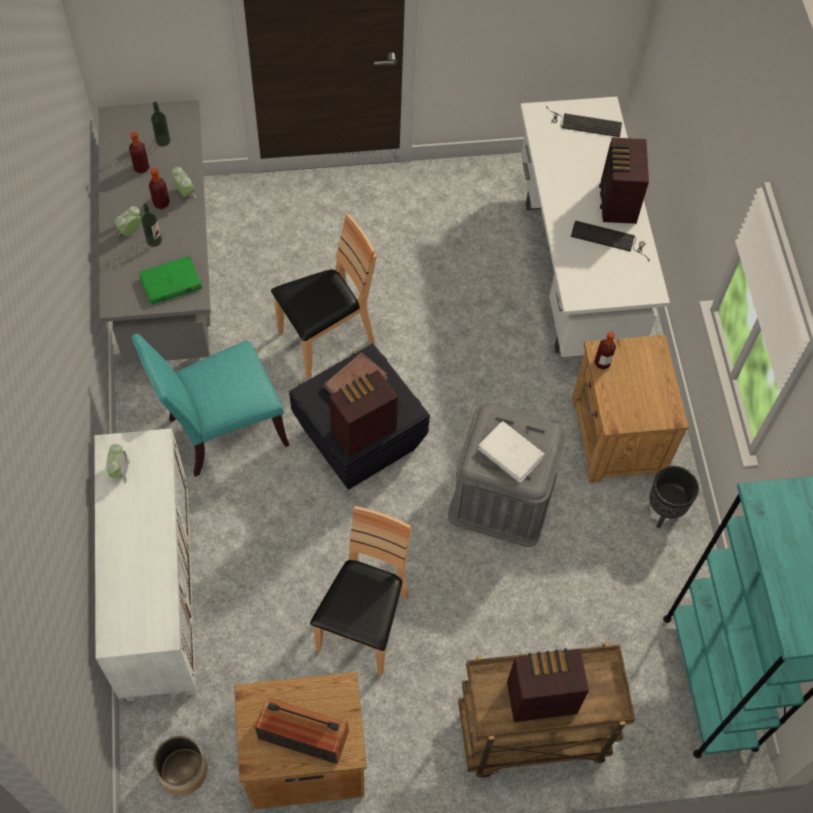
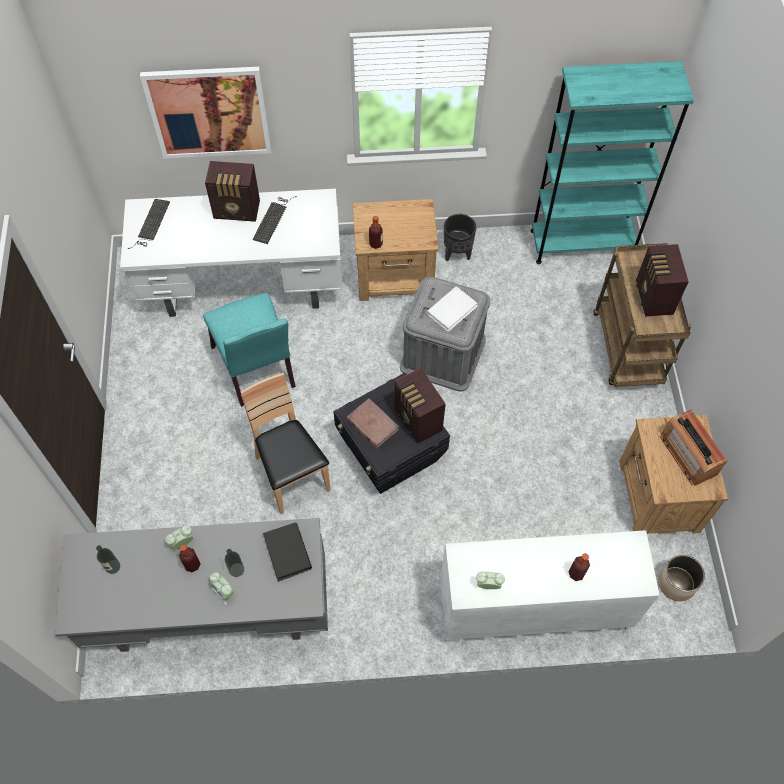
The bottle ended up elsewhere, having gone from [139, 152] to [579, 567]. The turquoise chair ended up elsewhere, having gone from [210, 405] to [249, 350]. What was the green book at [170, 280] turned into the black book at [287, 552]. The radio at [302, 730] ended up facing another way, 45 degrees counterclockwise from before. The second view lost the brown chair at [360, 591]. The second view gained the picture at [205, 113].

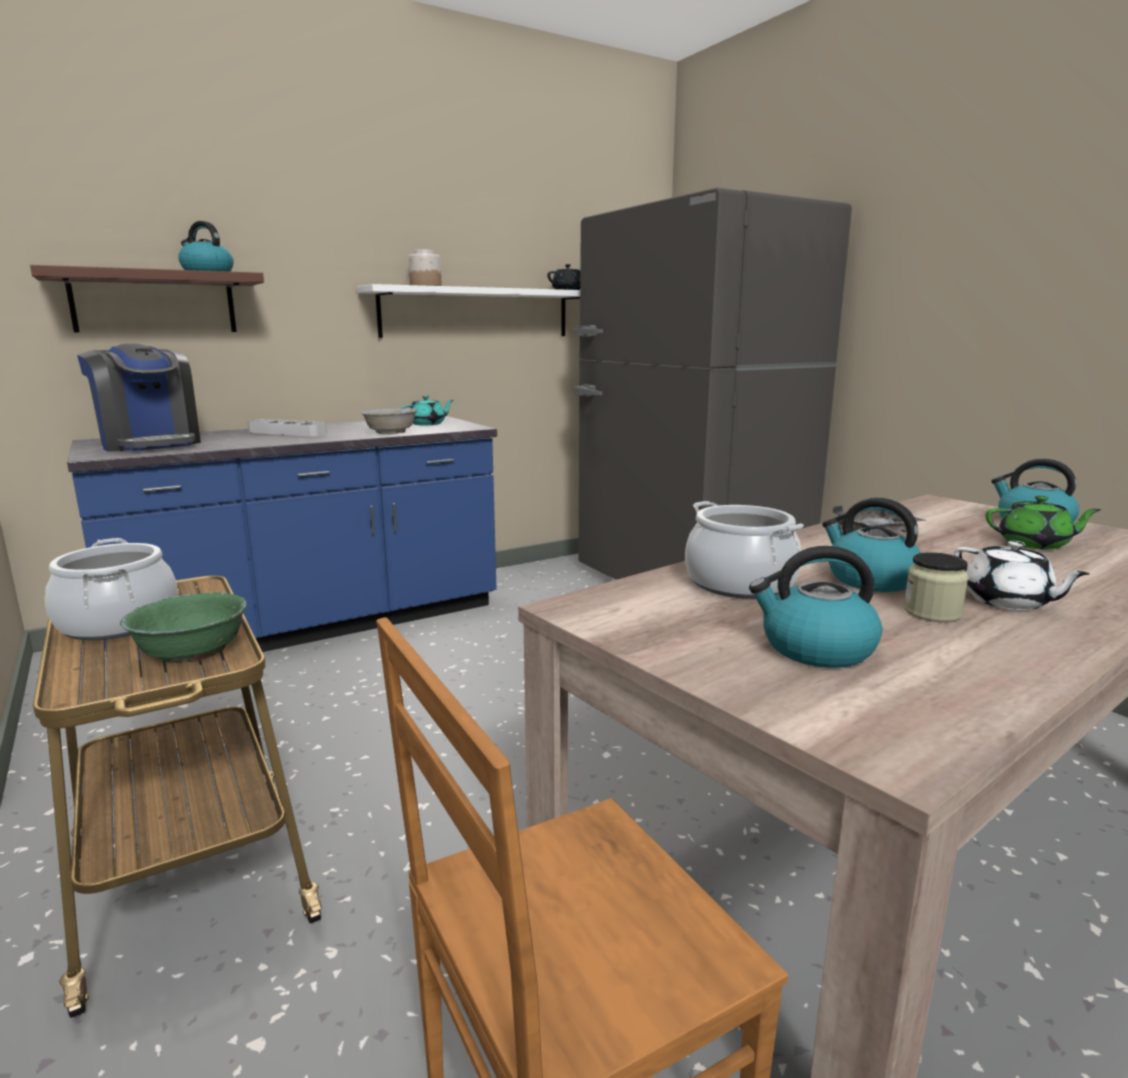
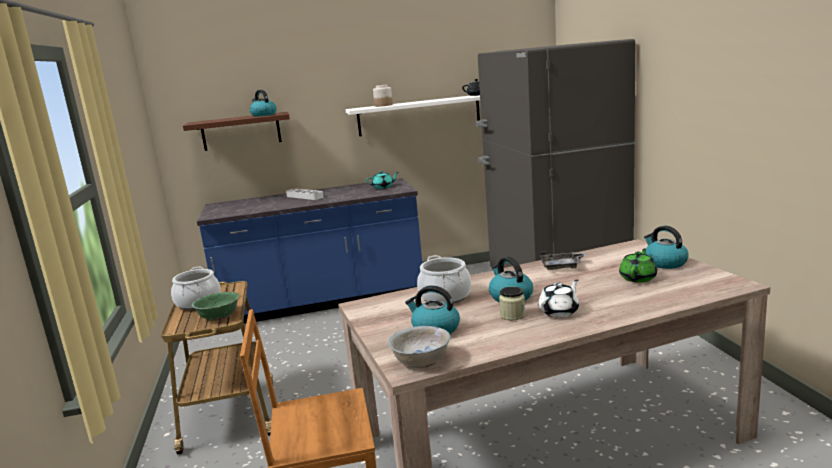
The second view lost the coffee machine at [139, 398]. The white bowl ended up elsewhere, having gone from [389, 421] to [419, 347]. The white teapot at [1022, 575] ended up facing another way, 120 degrees counterclockwise from before. The green teapot at [1043, 523] ended up facing another way, 90 degrees counterclockwise from before.

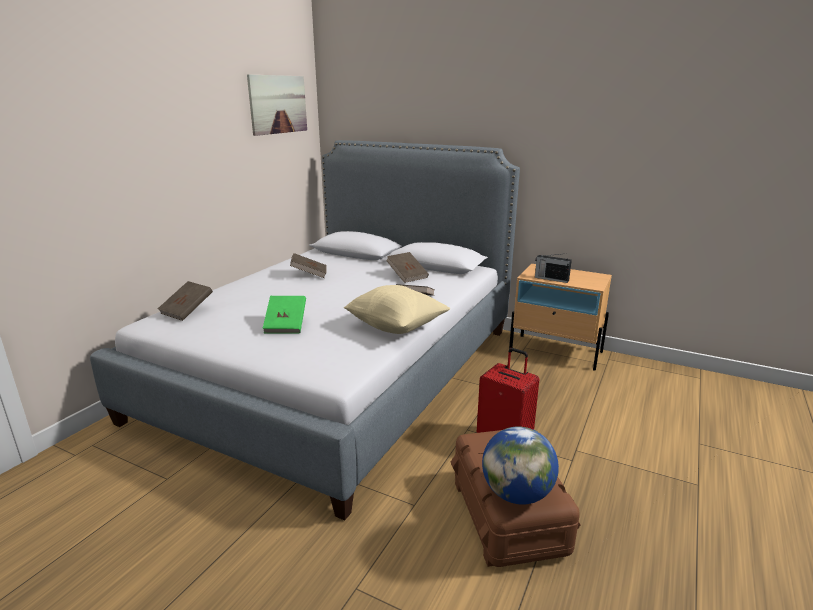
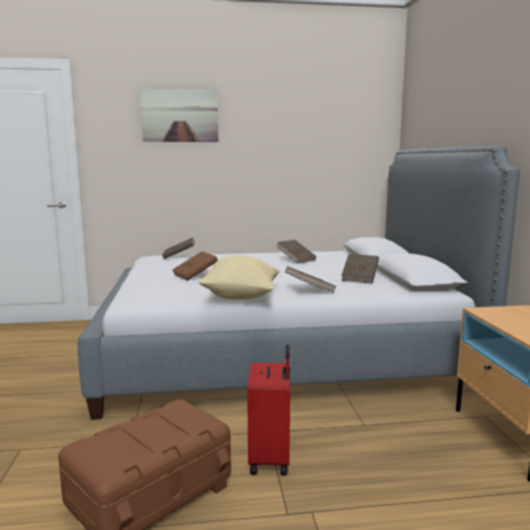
The picture ended up elsewhere, having gone from [277, 105] to [179, 115]. What was the green book at [284, 315] turned into the brown book at [195, 266]. The second view lost the globe at [520, 465]. The second view lost the radio at [553, 268].

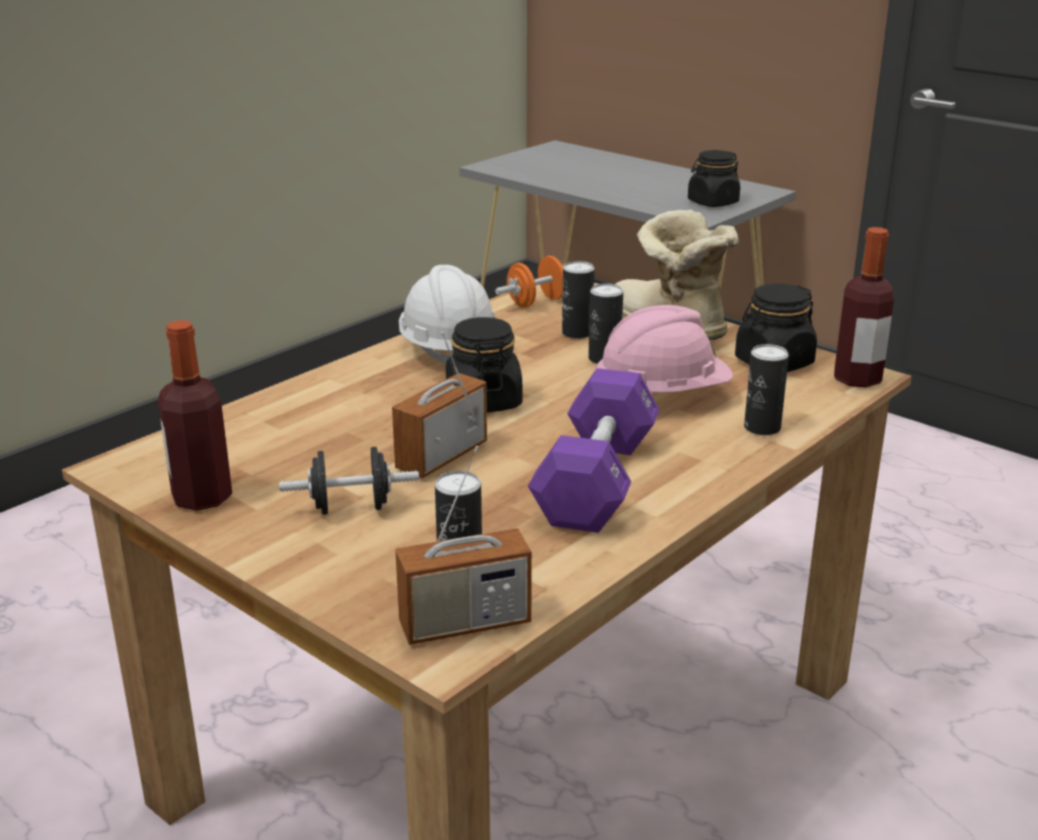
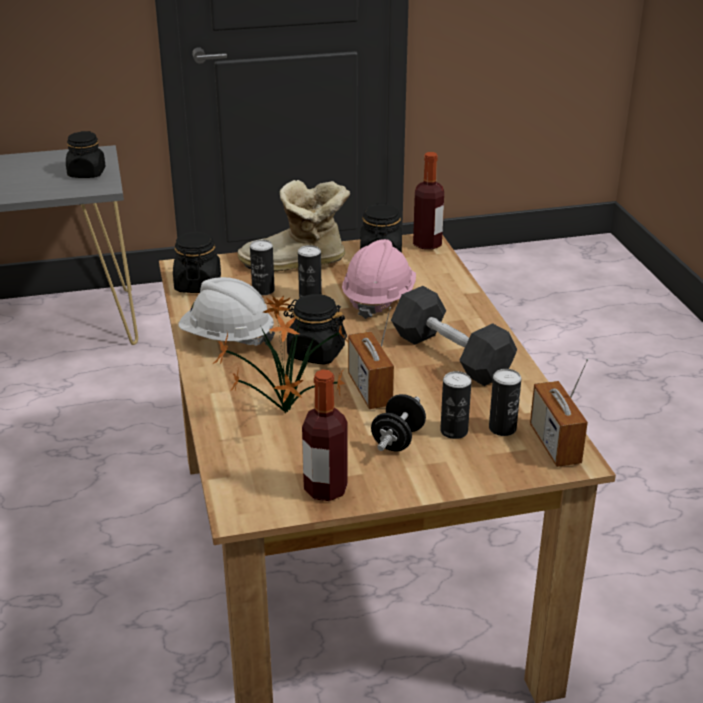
The radio at [463, 545] ended up facing another way, 150 degrees clockwise from before. Where the orange dumbbell stood at [529, 282], the black jar came to stand at [197, 262]. What was the purple dumbbell at [594, 450] turned into the black dumbbell at [454, 336]. The can ended up elsewhere, having gone from [766, 389] to [456, 405]. The second view gained the potted plant at [281, 354].

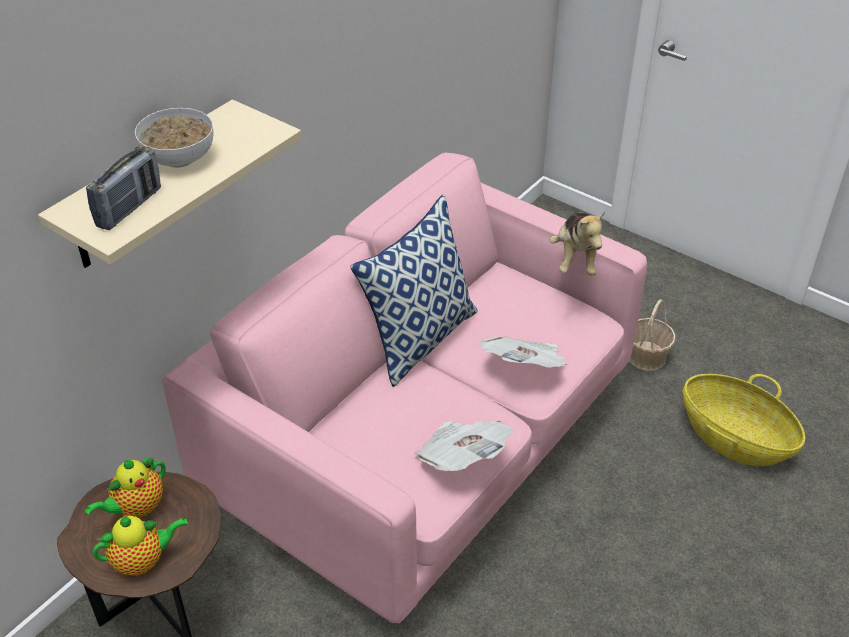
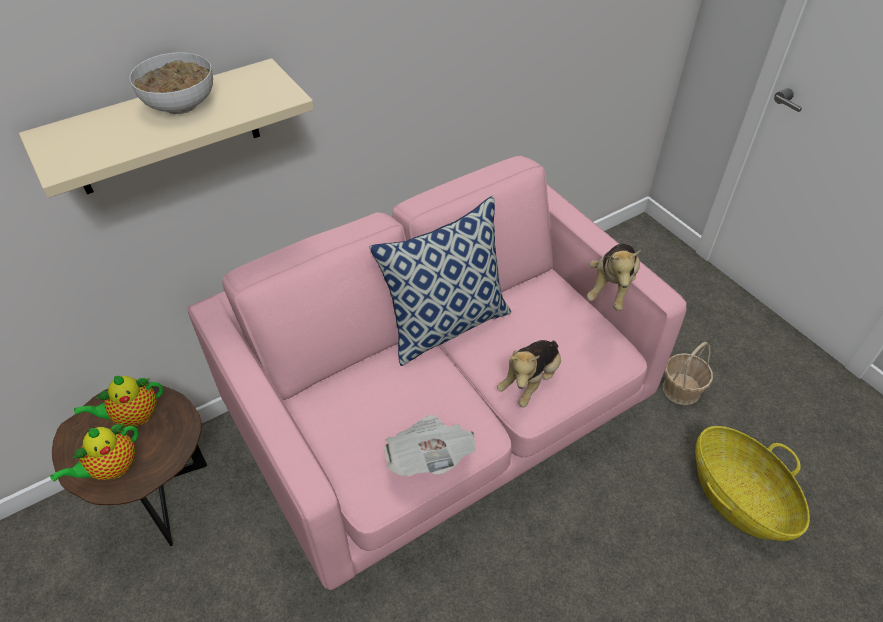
The second view lost the radio at [123, 188]. The teapot at [140, 545] ended up facing another way, 135 degrees clockwise from before. Where the newspaper stood at [523, 352], the plush toy came to stand at [529, 373].

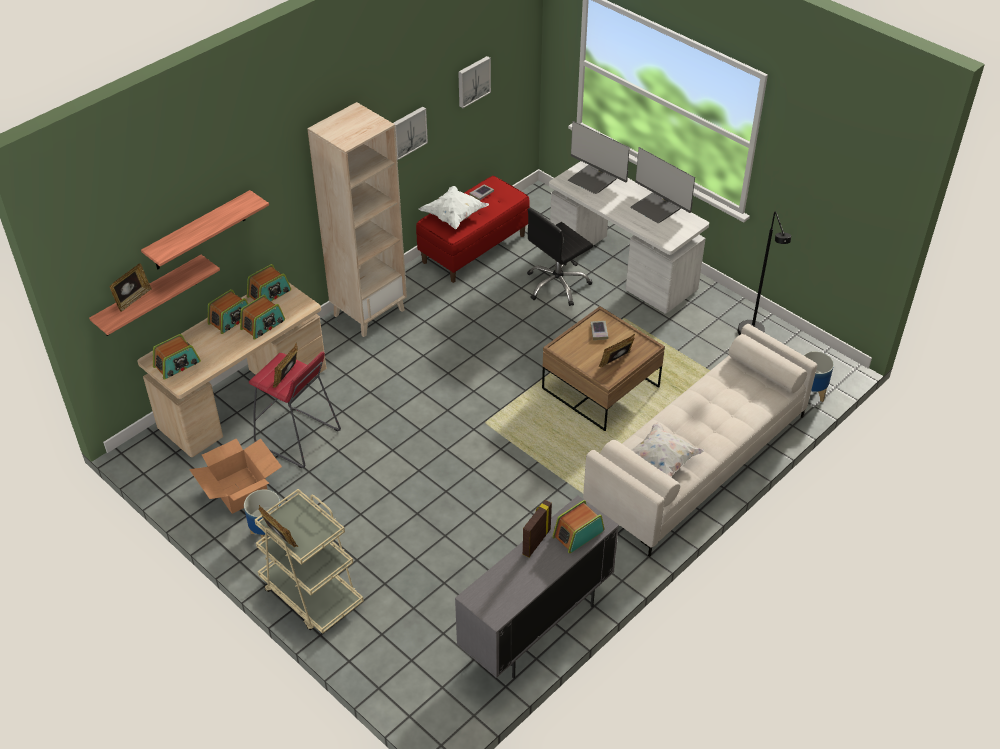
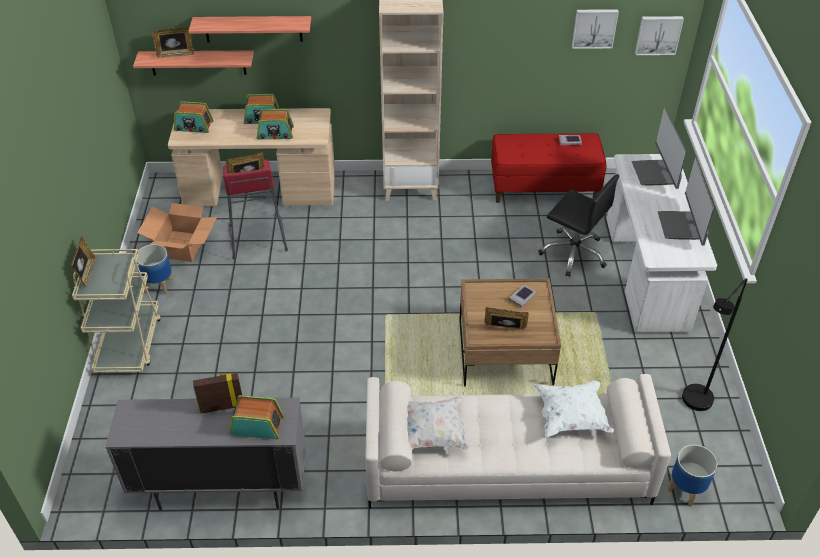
The second view lost the radio at [269, 282]. The picture ended up elsewhere, having gone from [410, 133] to [659, 35]. The white pillow ended up elsewhere, having gone from [454, 207] to [574, 409]. The black office chair at [560, 257] ended up facing another way, 150 degrees counterclockwise from before.

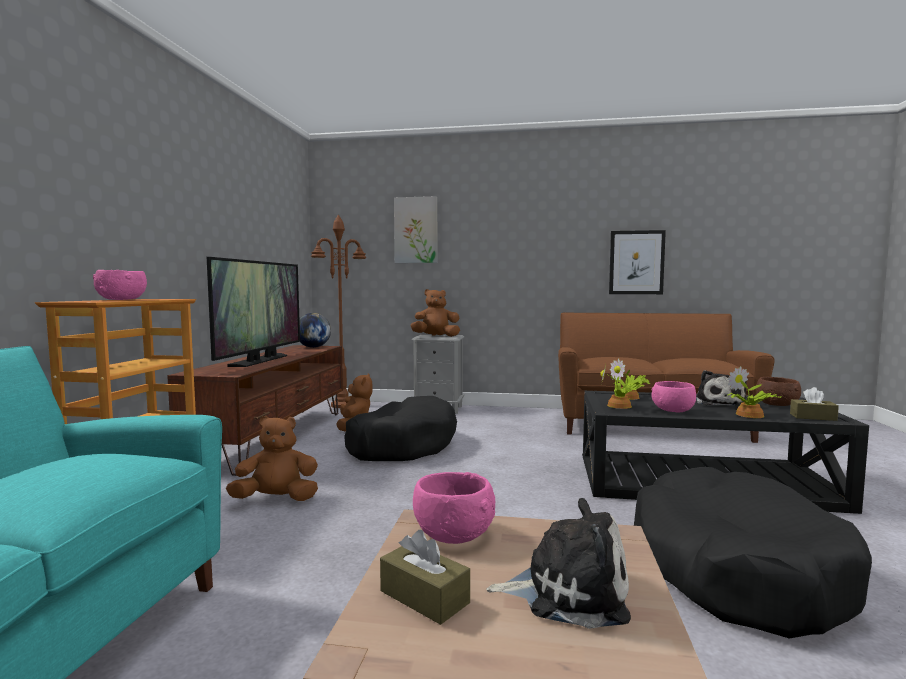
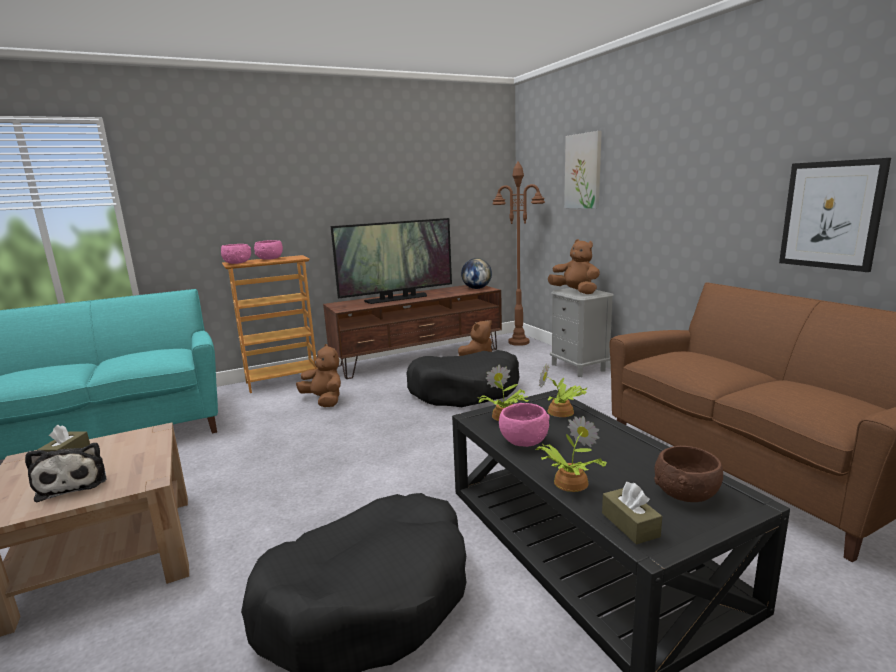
The pink bowl ended up elsewhere, having gone from [454, 508] to [236, 254]. The second view lost the plush toy at [721, 388].

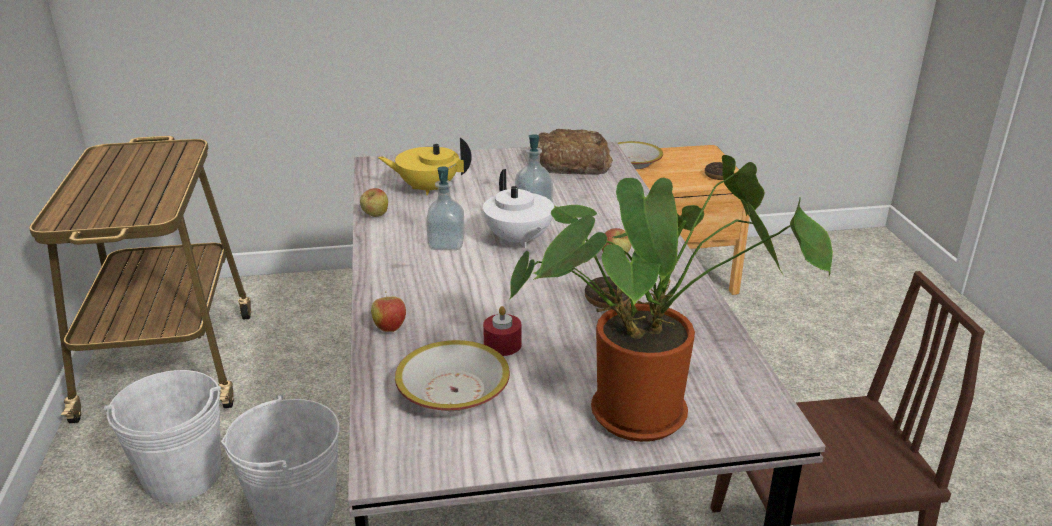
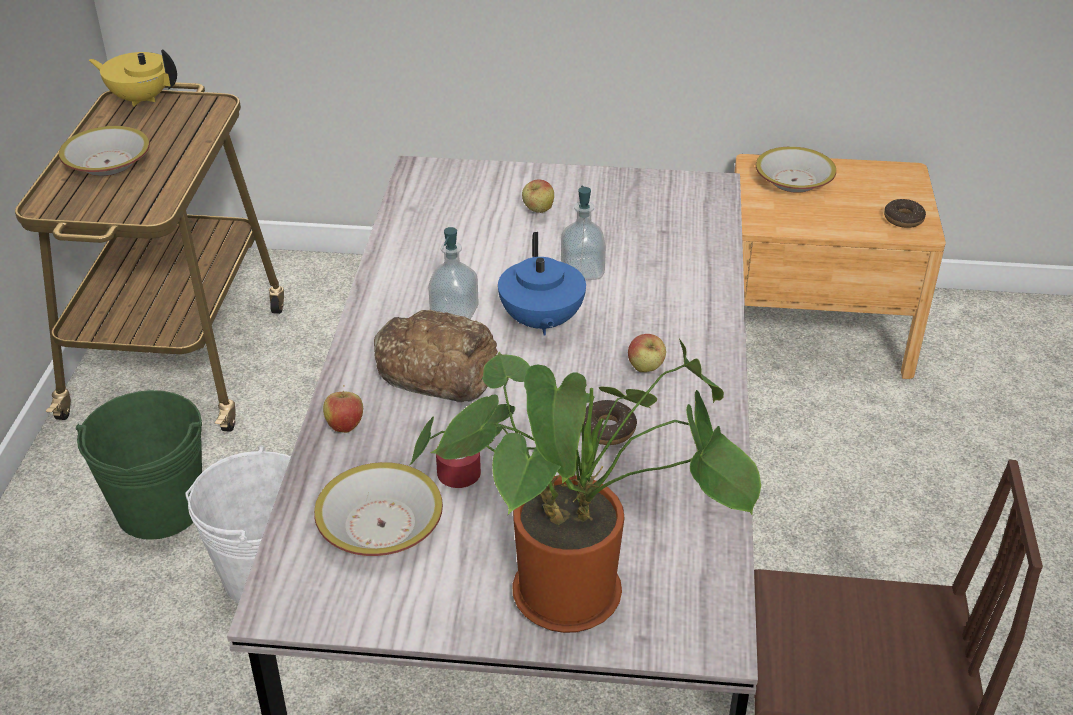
What was the white bucket at [162, 436] turned into the green bucket at [139, 465]. The apple ended up elsewhere, having gone from [374, 202] to [538, 196]. The yellow teapot ended up elsewhere, having gone from [425, 166] to [133, 78]. What was the white teapot at [518, 208] turned into the blue teapot at [542, 284]. The bread ended up elsewhere, having gone from [575, 152] to [436, 356]. The second view gained the bowl at [104, 151].

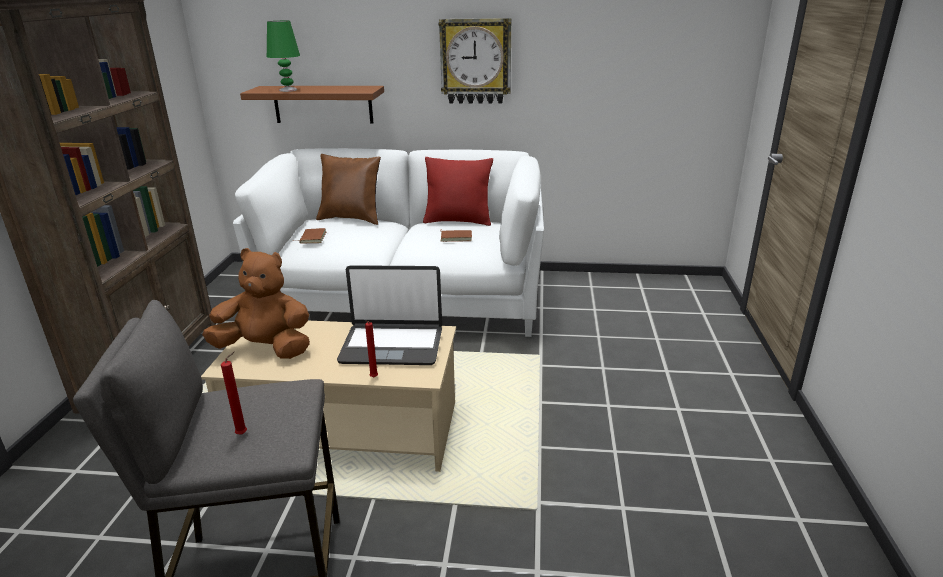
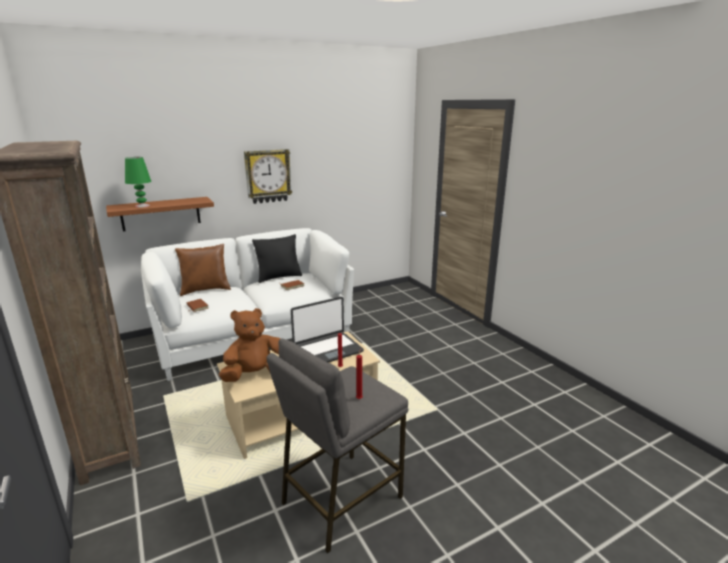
What was the red pillow at [458, 191] turned into the black pillow at [277, 258].

